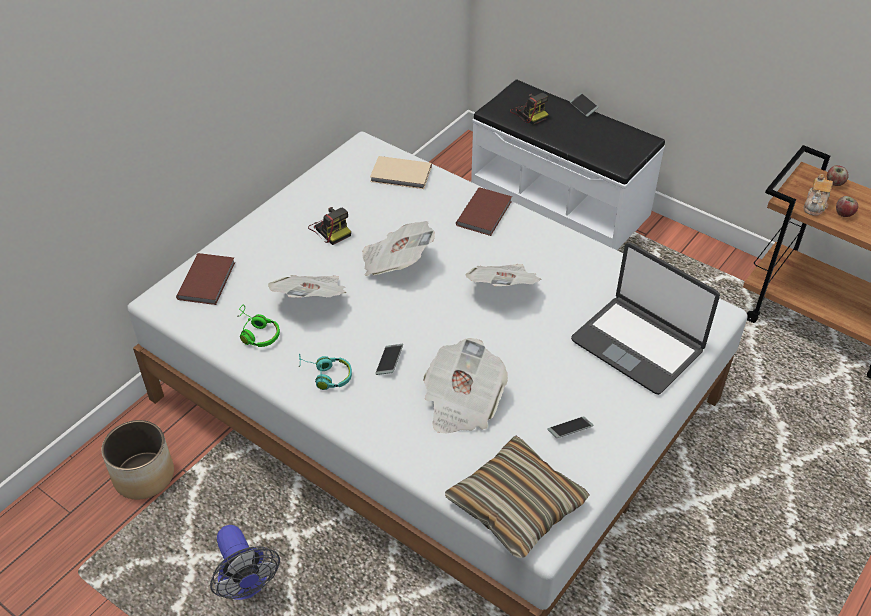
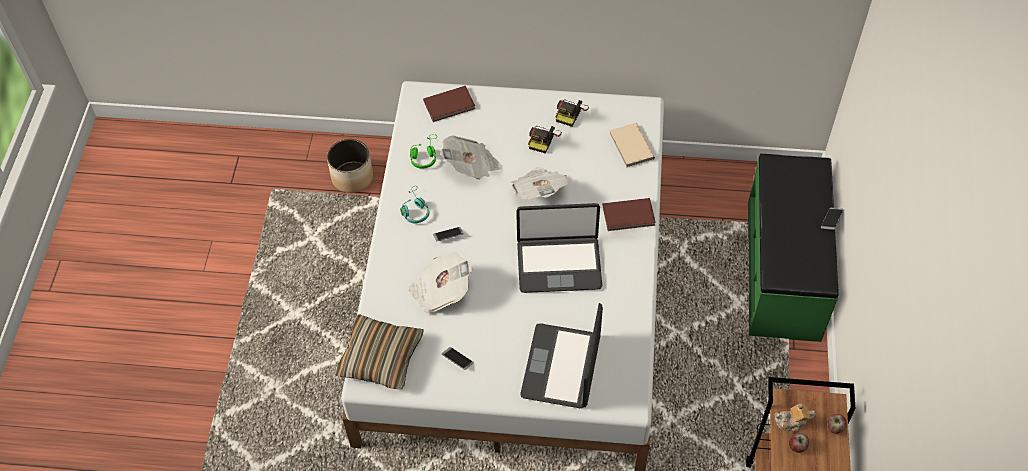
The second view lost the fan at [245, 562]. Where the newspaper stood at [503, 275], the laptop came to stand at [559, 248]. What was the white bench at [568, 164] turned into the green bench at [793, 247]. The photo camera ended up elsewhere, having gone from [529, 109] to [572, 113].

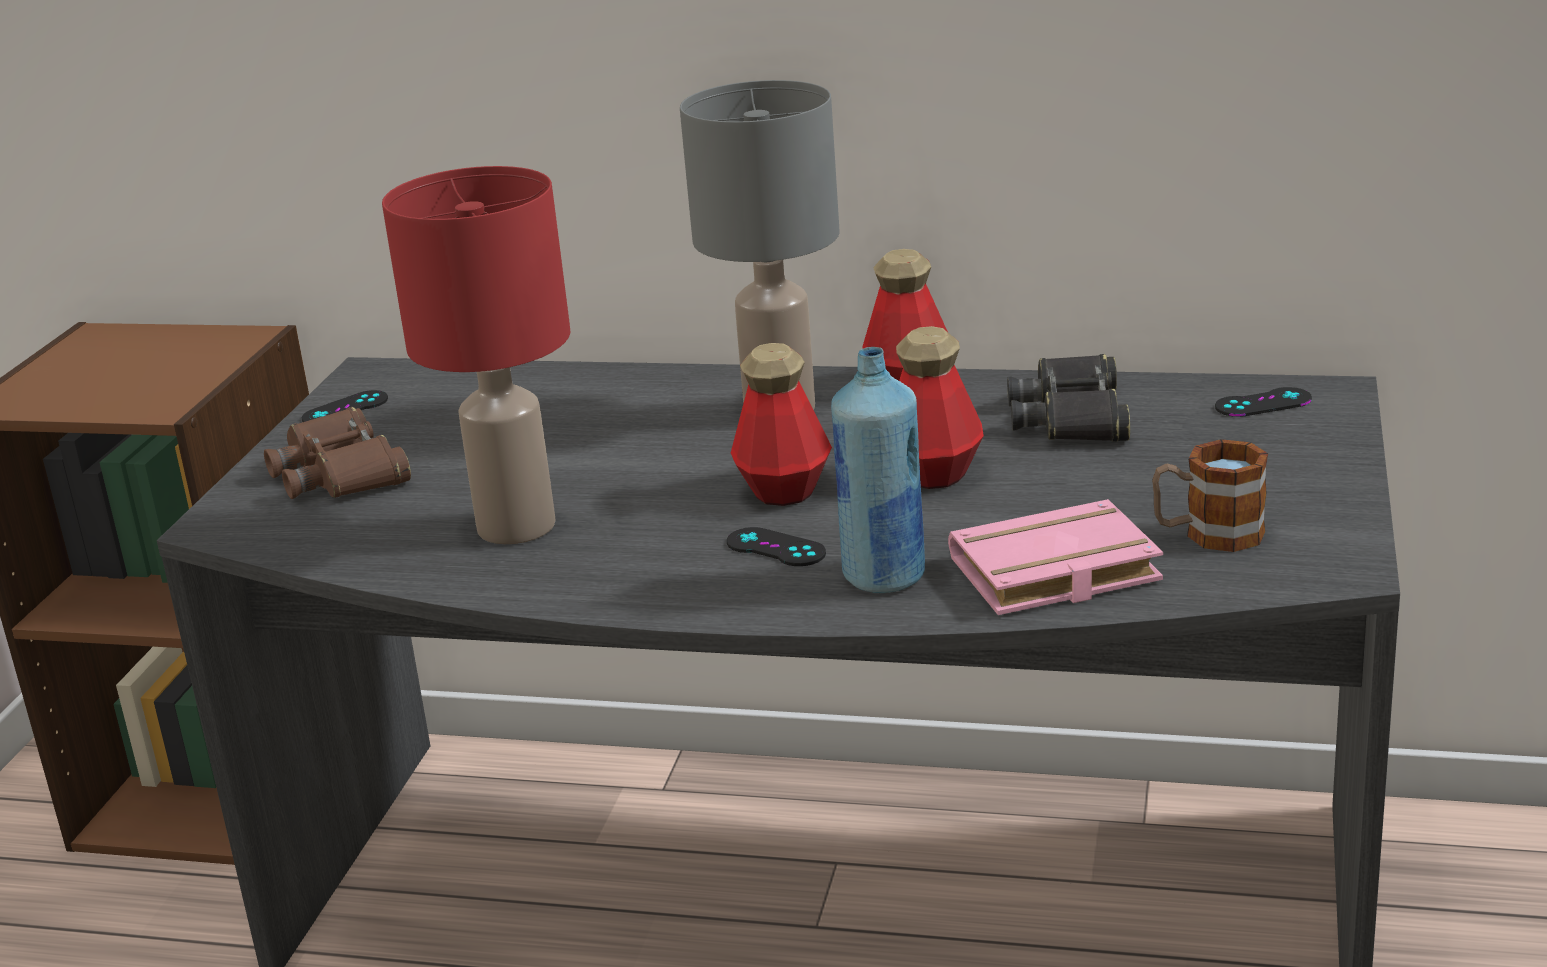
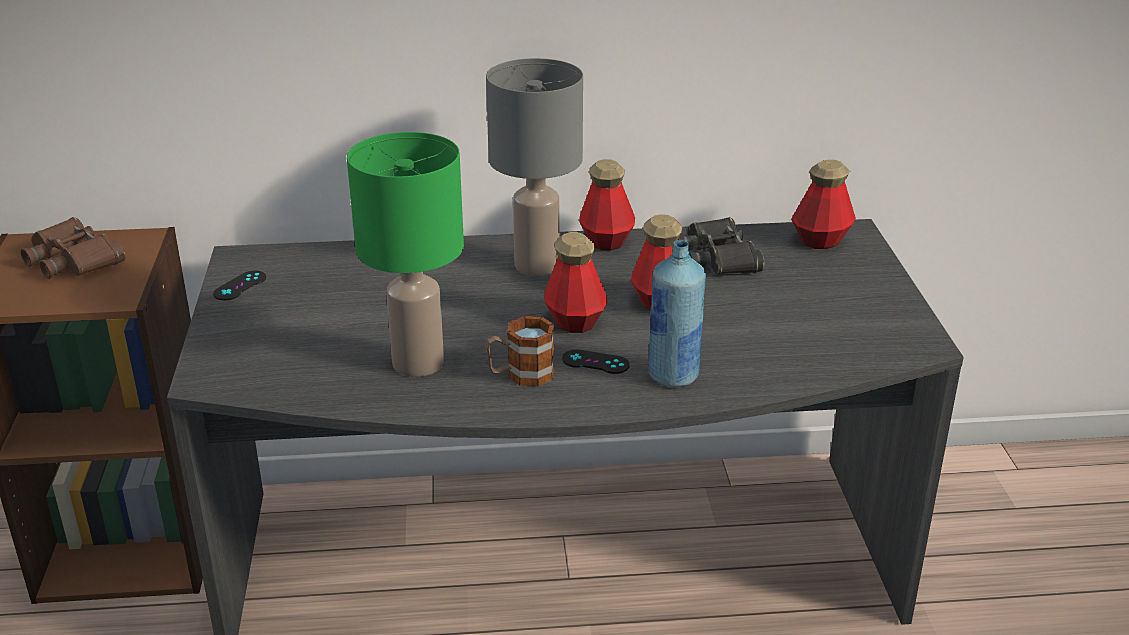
The brown binoculars ended up elsewhere, having gone from [337, 453] to [73, 248]. What was the red table lamp at [476, 355] turned into the green table lamp at [405, 254]. The second view lost the pink book at [1055, 557]. The mug ended up elsewhere, having gone from [1210, 495] to [520, 351]. Where the black game controller stood at [1263, 402], the bottle came to stand at [823, 204].

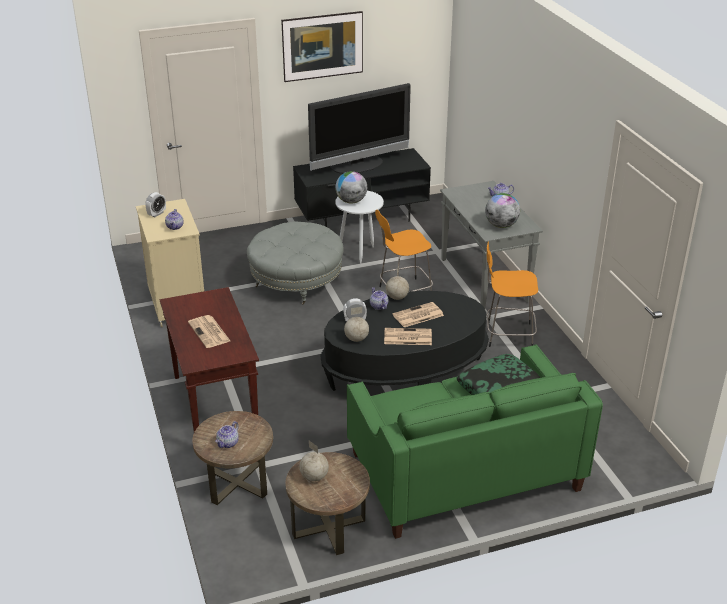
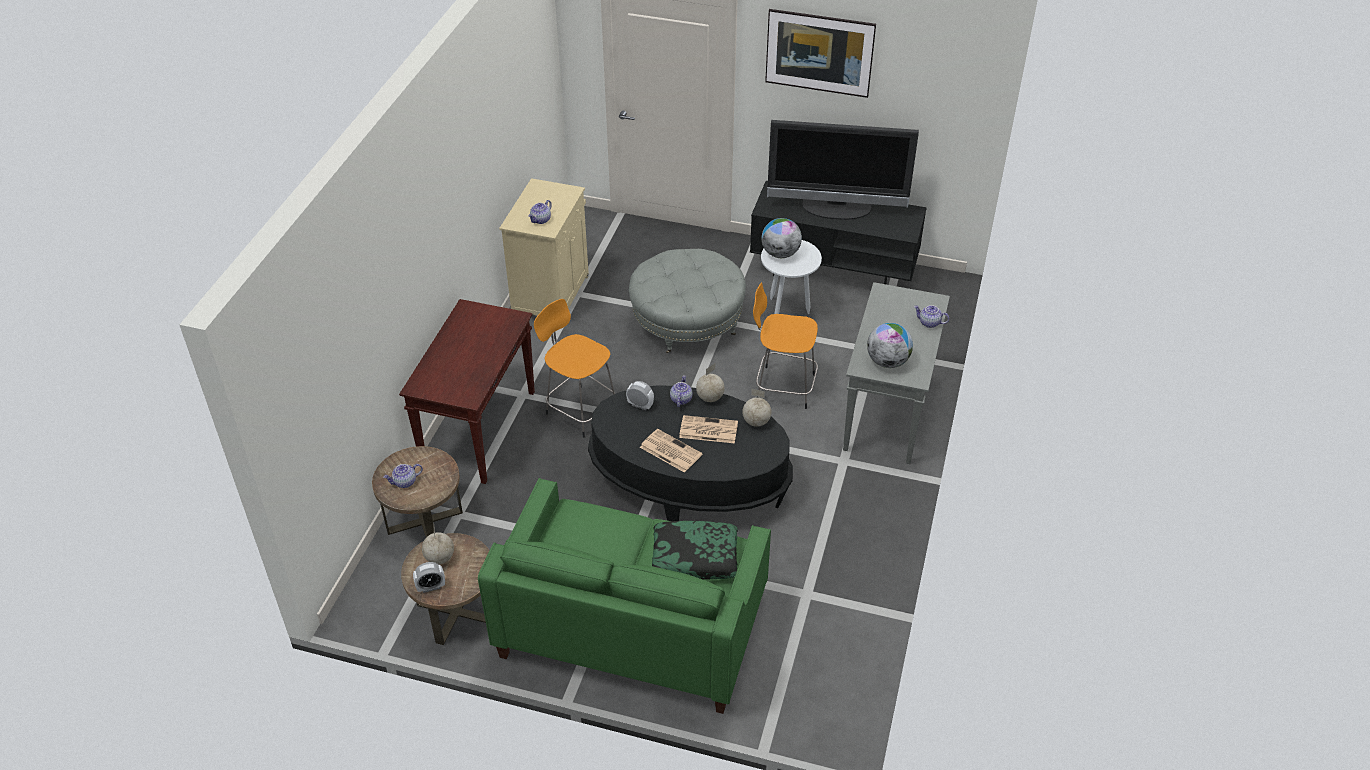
The alarm clock ended up elsewhere, having gone from [156, 204] to [429, 577]. The second view lost the newspaper at [209, 331]. The globe ended up elsewhere, having gone from [356, 324] to [757, 408]. The orange stool ended up elsewhere, having gone from [512, 294] to [574, 368].

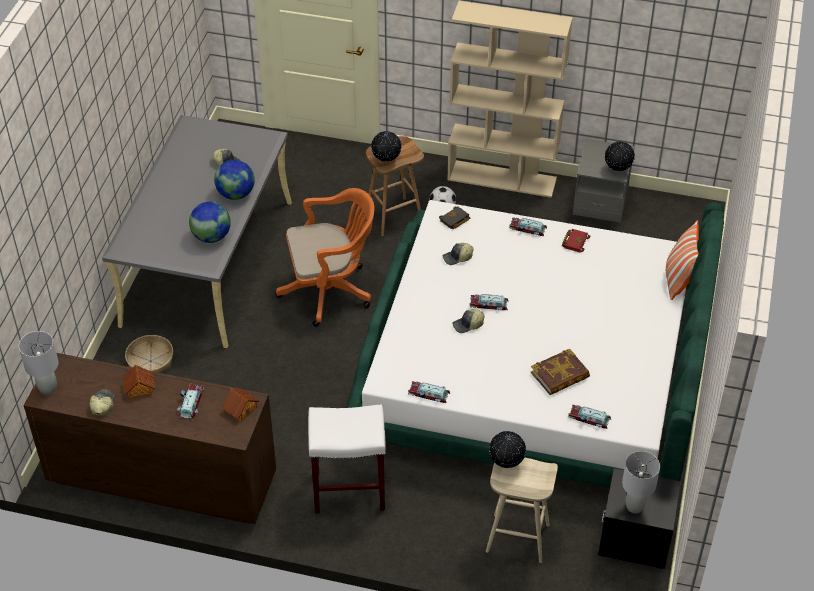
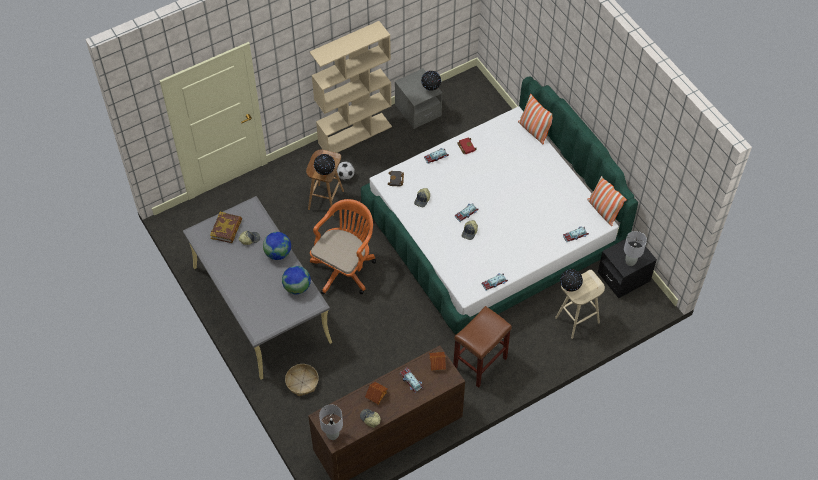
What was the white stool at [347, 459] turned into the brown stool at [482, 347]. The book ended up elsewhere, having gone from [560, 372] to [226, 227]. The second view gained the pillow at [607, 201].

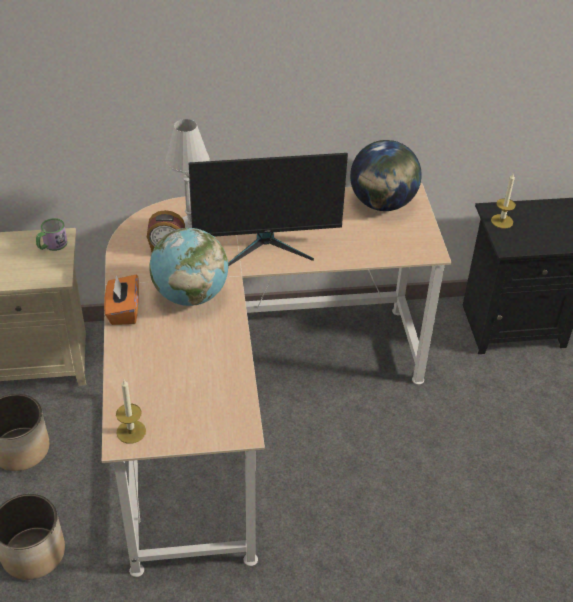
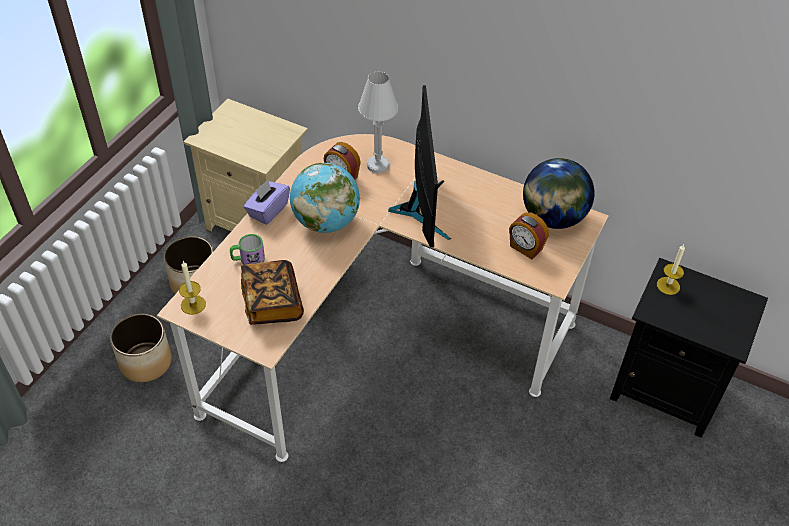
The mug ended up elsewhere, having gone from [51, 234] to [247, 249]. What was the orange tissue box at [121, 300] turned into the purple tissue box at [267, 202]. The monitor at [268, 209] ended up facing another way, 120 degrees counterclockwise from before. The second view gained the book at [272, 292]. The second view gained the alarm clock at [529, 235].

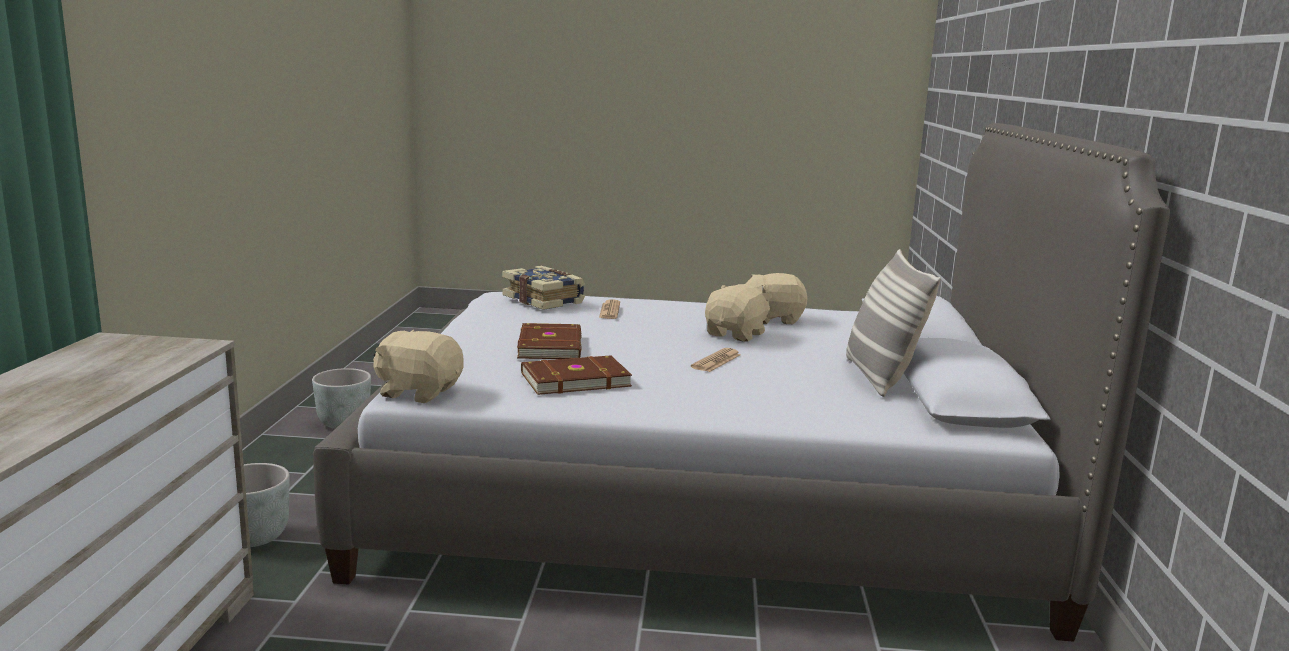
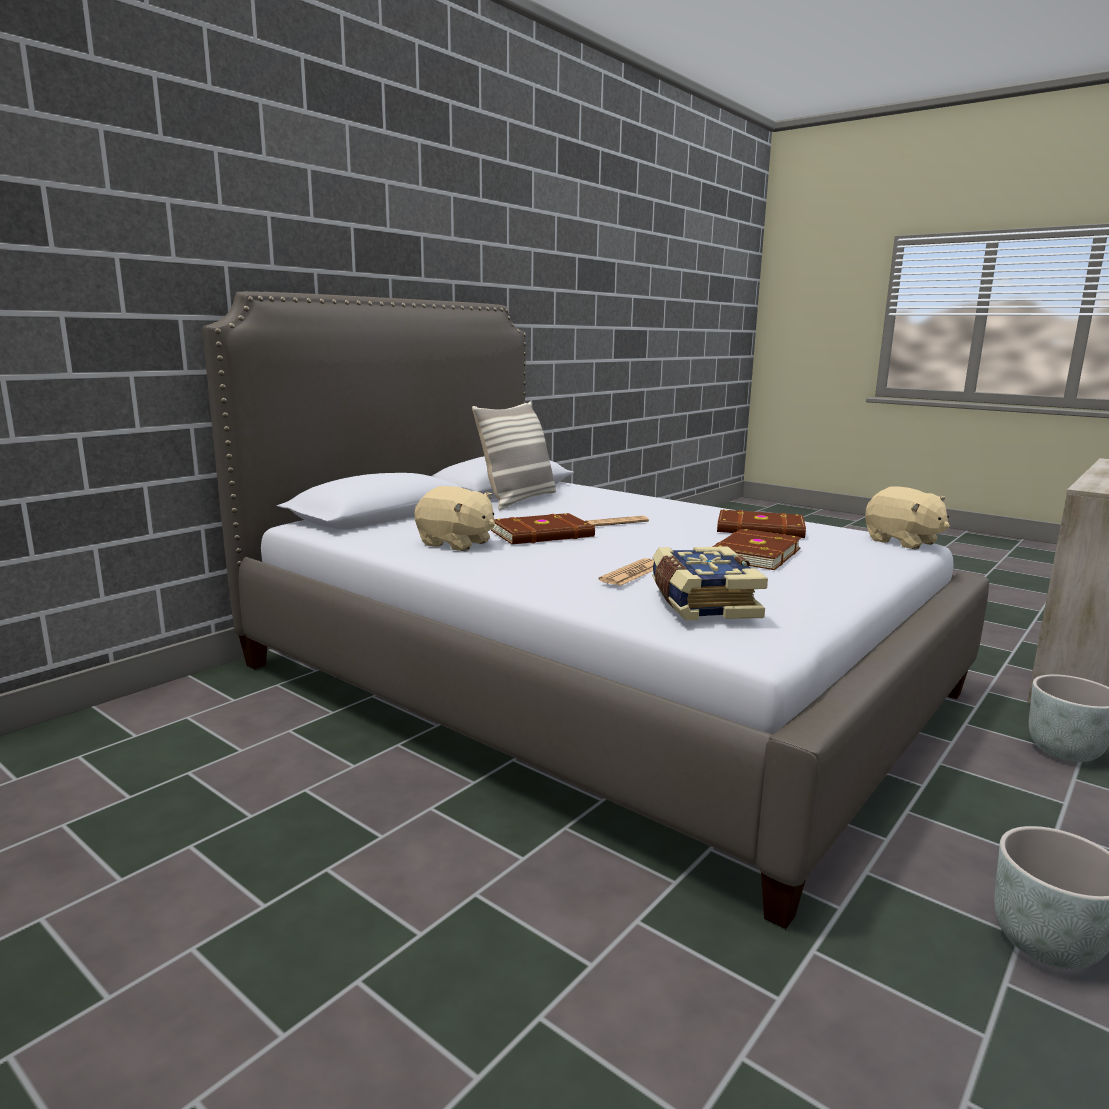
Where the beige plush toy stood at [739, 313], the brown book came to stand at [543, 528].

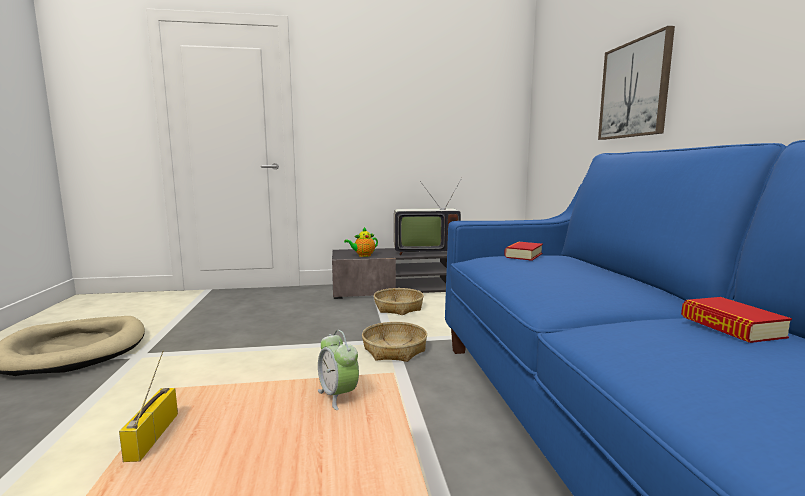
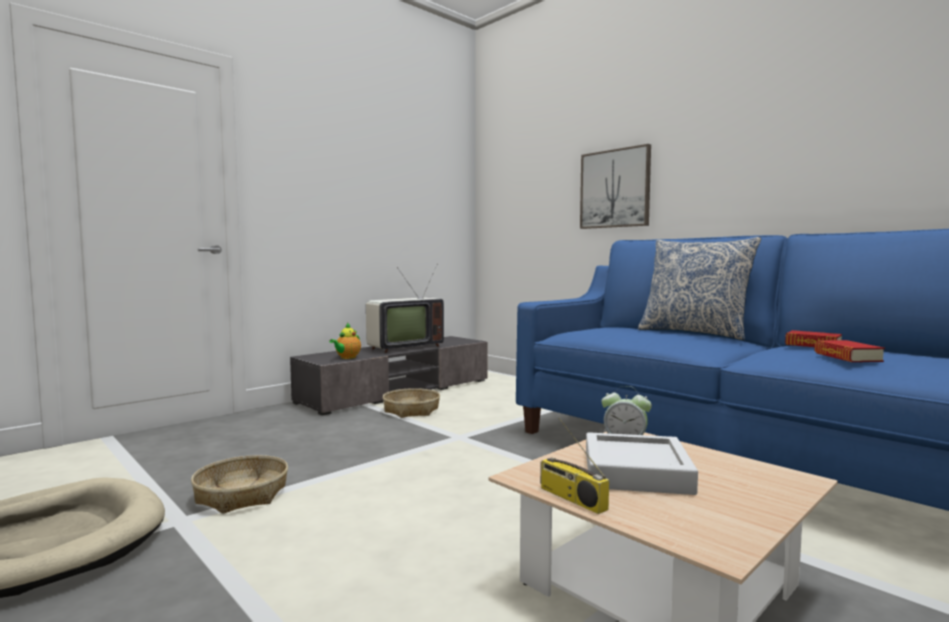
The basket ended up elsewhere, having gone from [394, 342] to [239, 484]. The book ended up elsewhere, having gone from [523, 251] to [849, 351]. The second view gained the grey tray at [642, 463]. The second view gained the pillow at [699, 289].

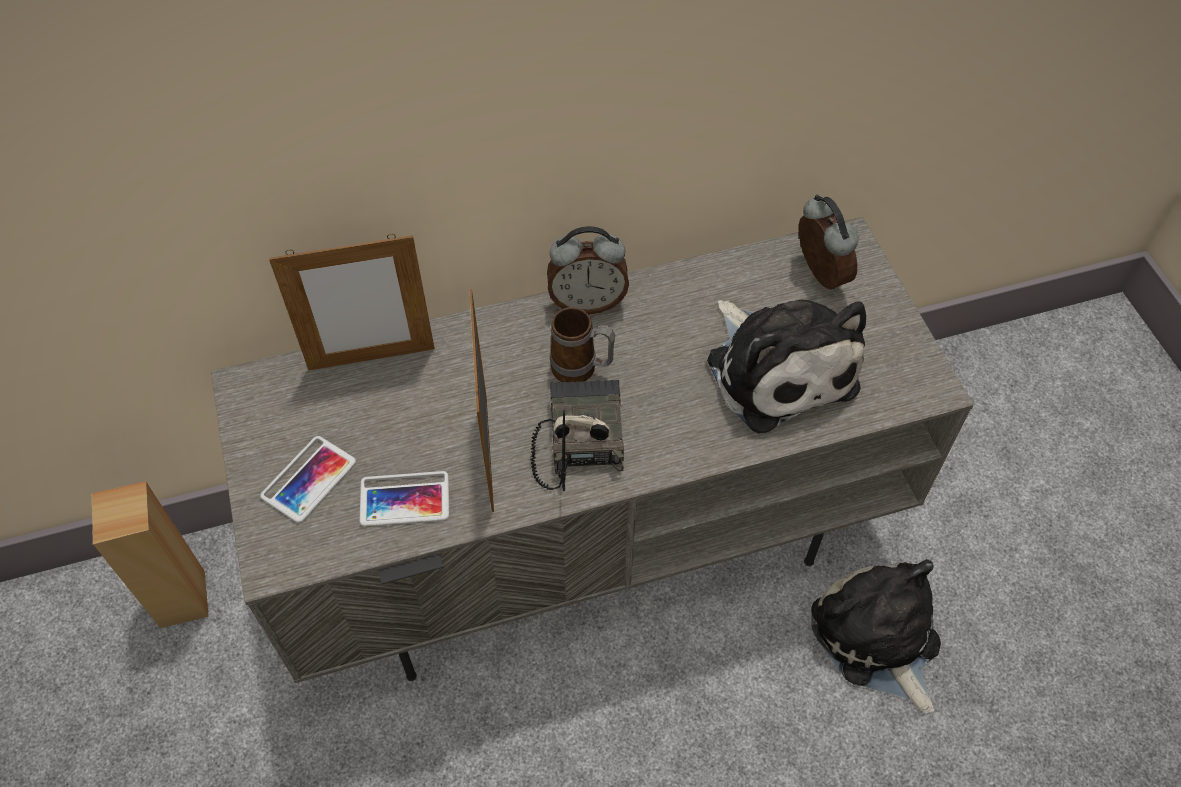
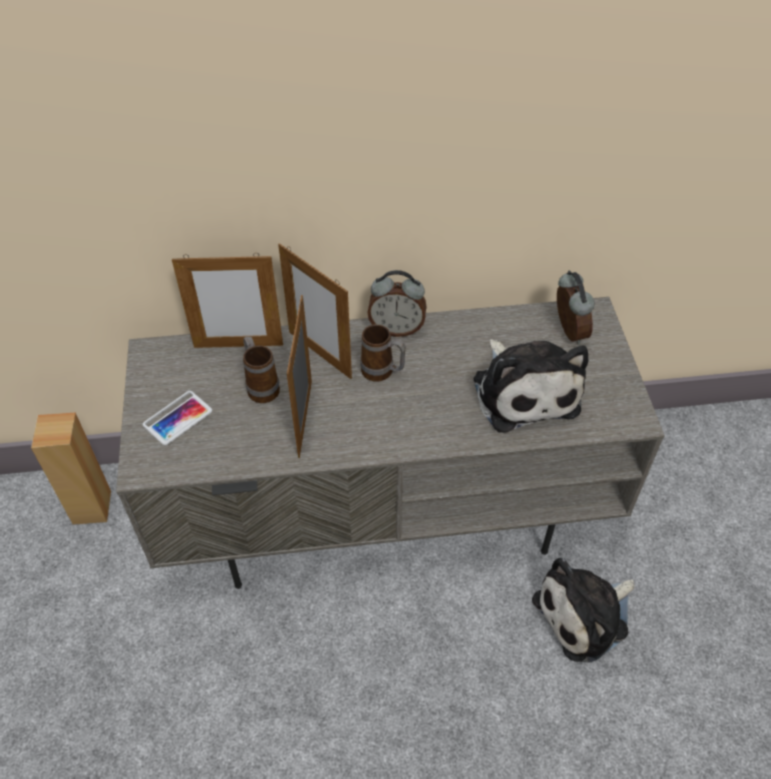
The second view lost the phone at [404, 498]. The second view lost the radio at [577, 435]. The plush toy at [876, 636] ended up facing another way, 105 degrees counterclockwise from before. The second view gained the mug at [261, 369]. The second view gained the picture frame at [315, 311].

